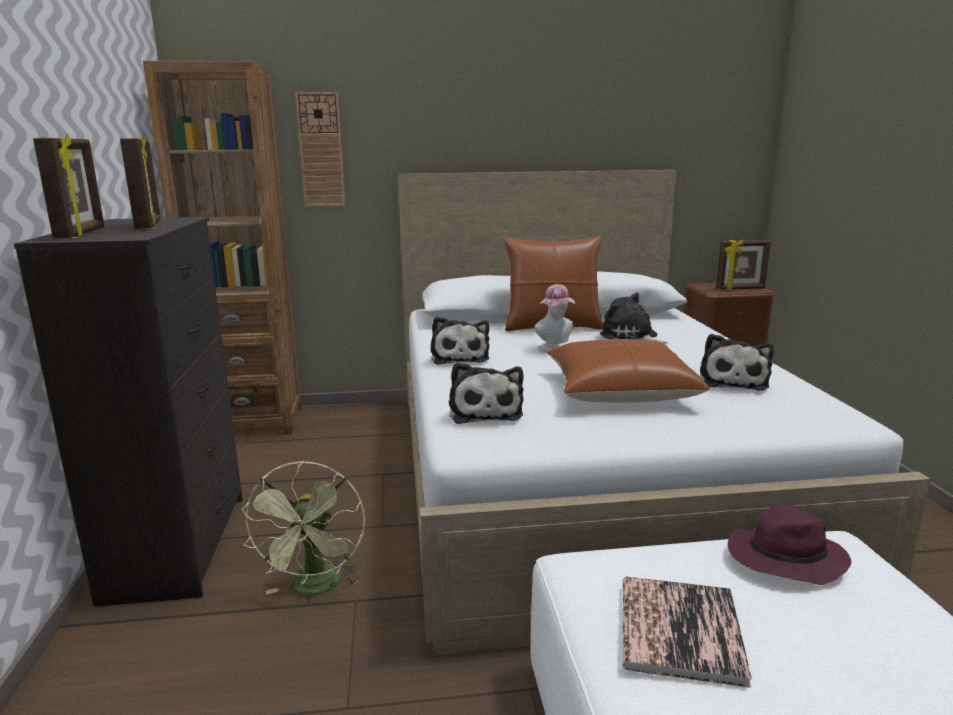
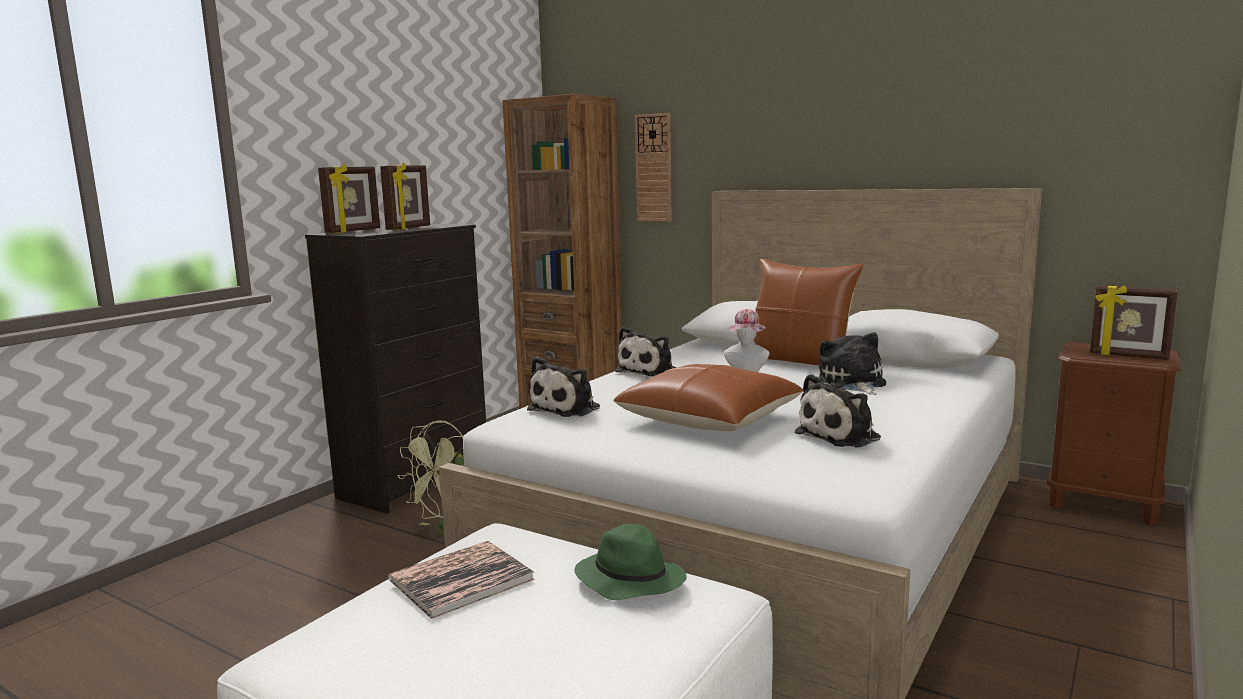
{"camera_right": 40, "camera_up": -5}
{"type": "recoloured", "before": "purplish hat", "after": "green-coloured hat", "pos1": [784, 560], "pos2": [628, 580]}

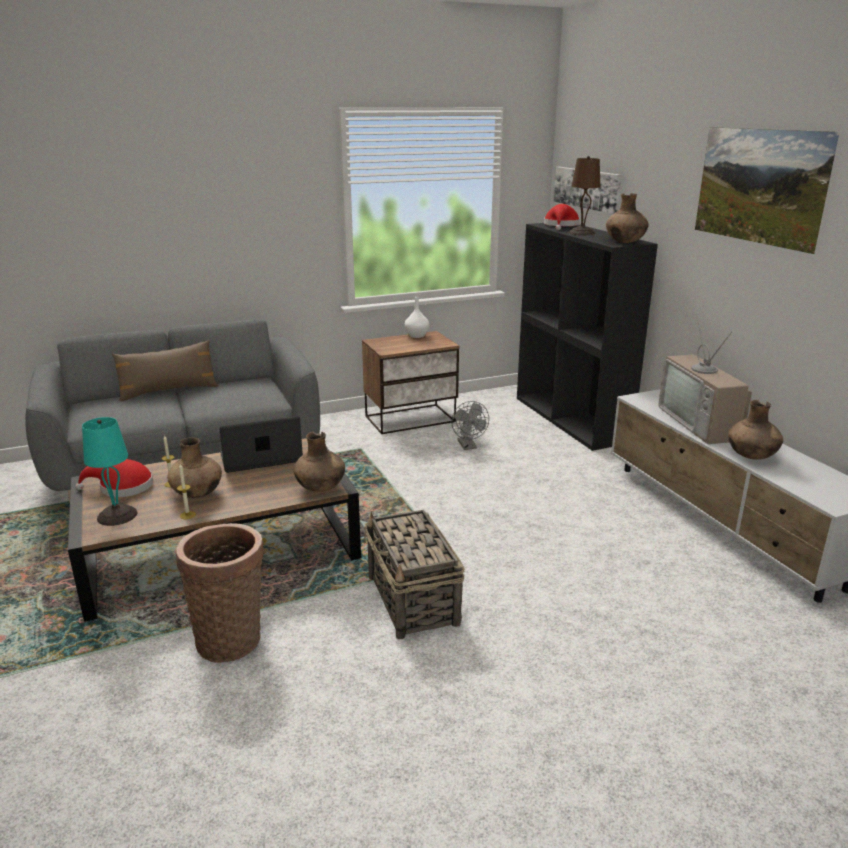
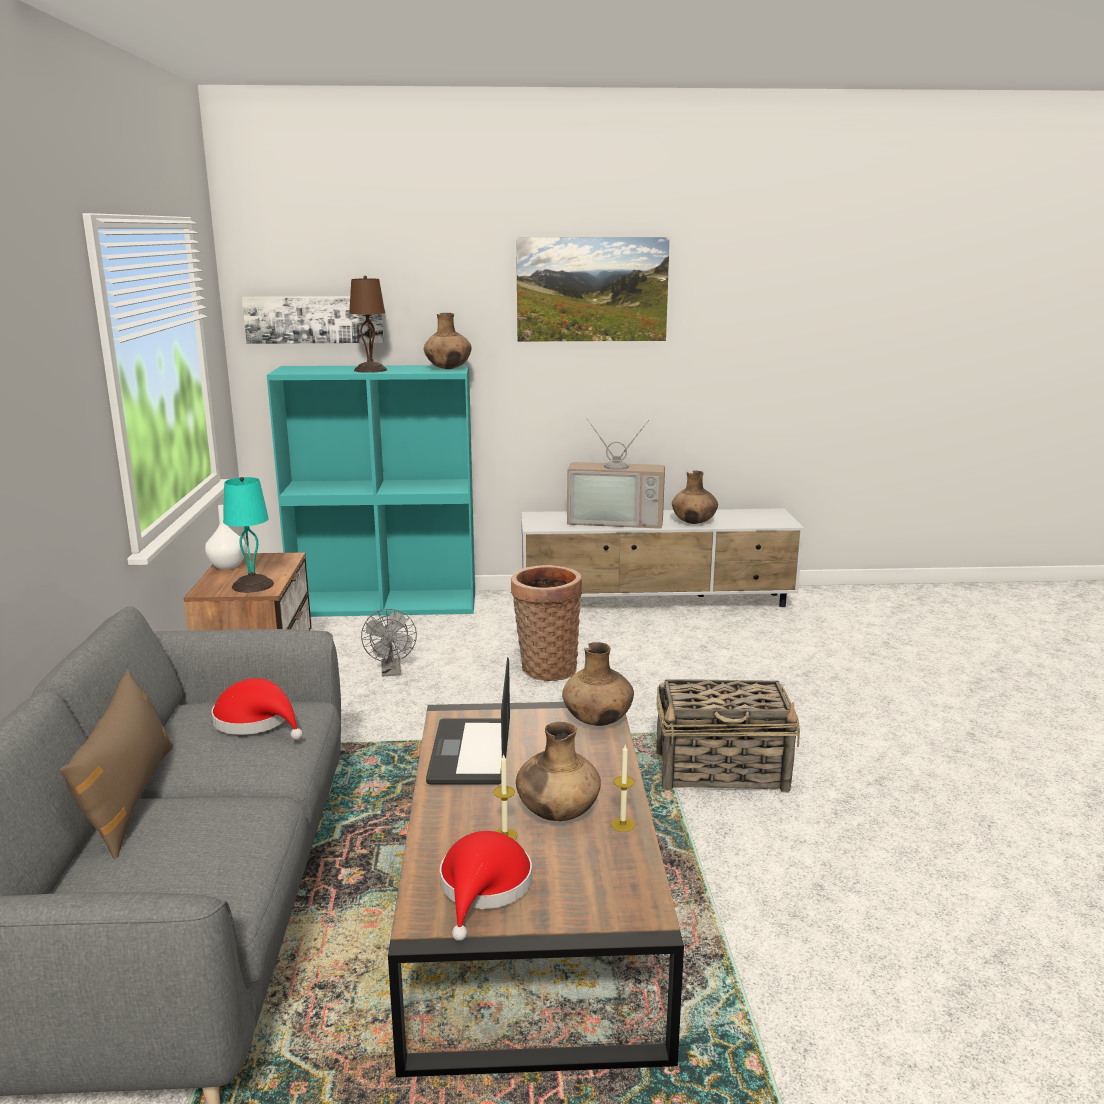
{"camera_right": -70, "camera_up": -5}
{"type": "moved", "before": "blue-green table lamp", "pos1": [118, 515], "pos2": [252, 585]}
{"type": "moved", "before": "household basket", "pos1": [231, 638], "pos2": [546, 668]}
{"type": "turned", "before": "grey electric fan", "pos1": [468, 446], "pos2": [391, 672], "turn": 75}
{"type": "recoloured", "before": "black-coloured bookshelf", "after": "blue-green bookshelf", "pos1": [572, 419], "pos2": [386, 604]}
{"type": "moved", "before": "red hat", "pos1": [561, 225], "pos2": [257, 721]}

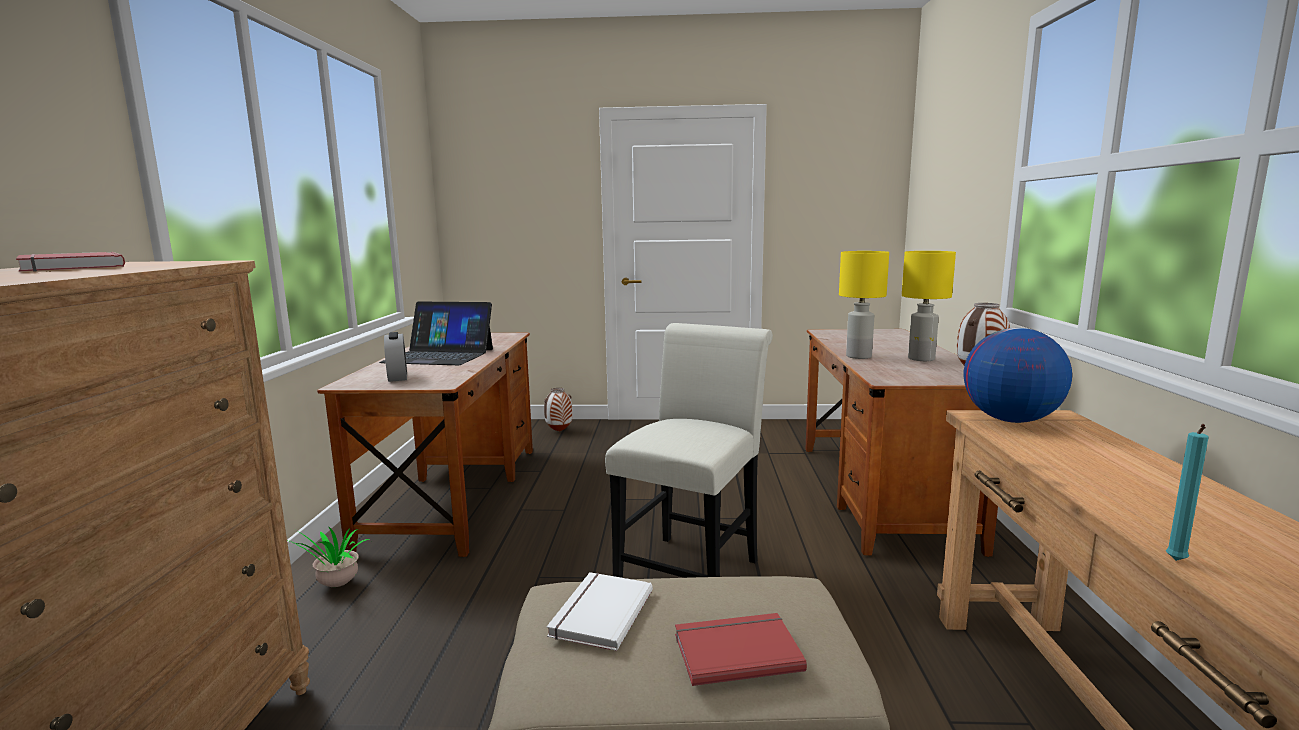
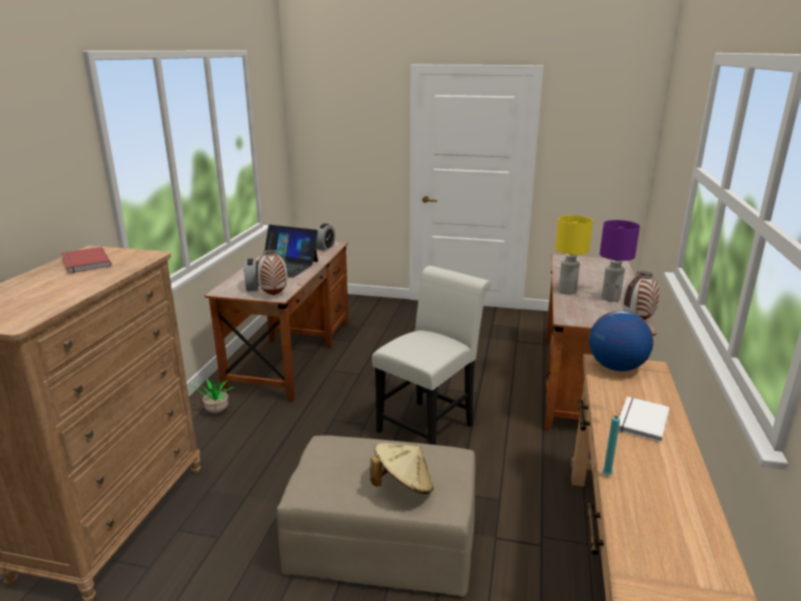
{"camera_right": 10, "camera_up": 10}
{"type": "moved", "before": "flower vase", "pos1": [559, 431], "pos2": [273, 295]}
{"type": "moved", "before": "whitish bound book", "pos1": [598, 613], "pos2": [640, 420]}
{"type": "replaced", "before": "red bound book", "after": "beige hat", "pos1": [735, 650], "pos2": [403, 485]}
{"type": "recoloured", "before": "yellowish table lamp", "after": "purplish table lamp", "pos1": [922, 359], "pos2": [611, 298]}
{"type": "added", "after": "bedside clock", "pos2": [325, 247]}

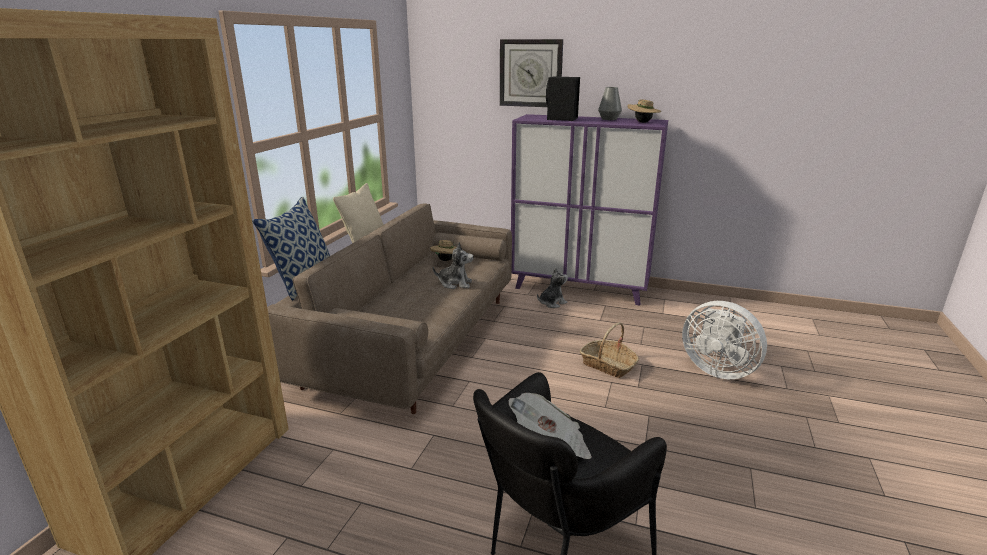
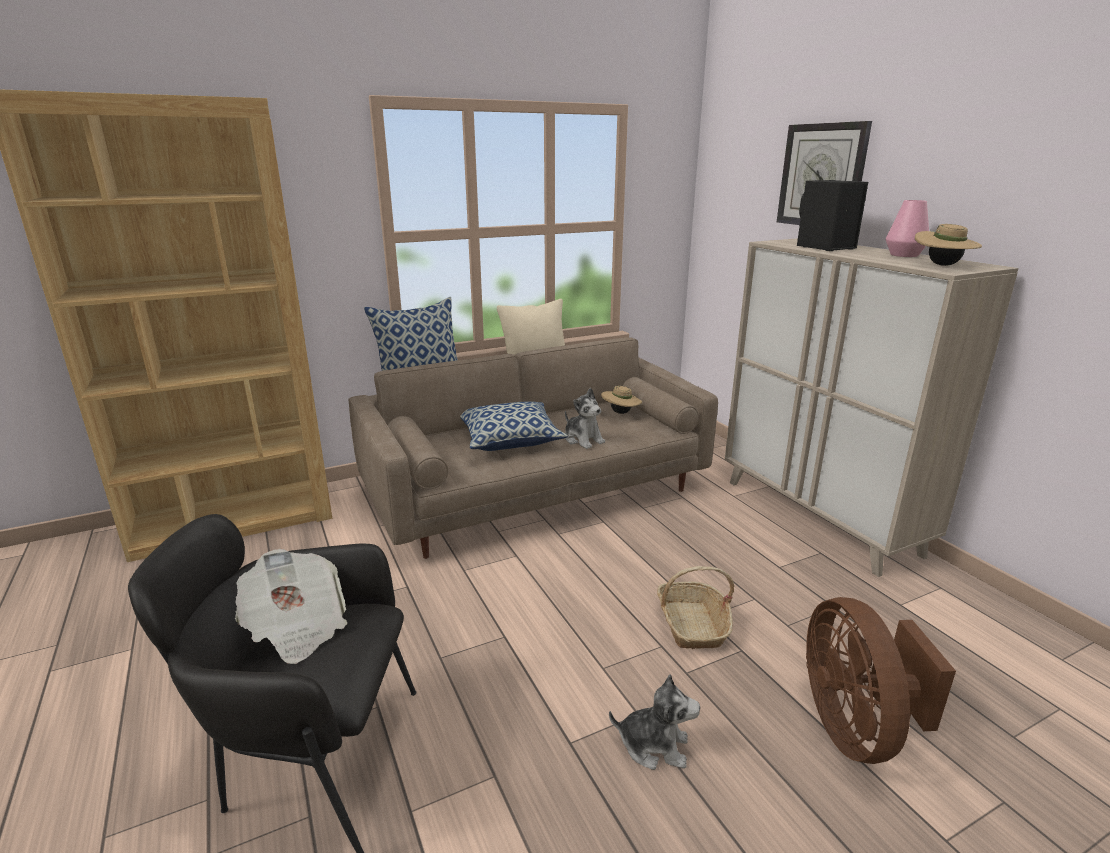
{"camera_right": 45, "camera_up": 0}
{"type": "recoloured", "before": "purplish storage cabinet", "after": "beige storage cabinet", "pos1": [580, 288], "pos2": [819, 517]}
{"type": "moved", "before": "cuddly toy", "pos1": [552, 303], "pos2": [654, 746]}
{"type": "recoloured", "before": "grey flower vase", "after": "pink flower vase", "pos1": [609, 119], "pos2": [904, 255]}
{"type": "recoloured", "before": "whitish electric fan", "after": "brown-coloured electric fan", "pos1": [717, 369], "pos2": [855, 728]}
{"type": "added", "after": "cushion", "pos2": [510, 440]}

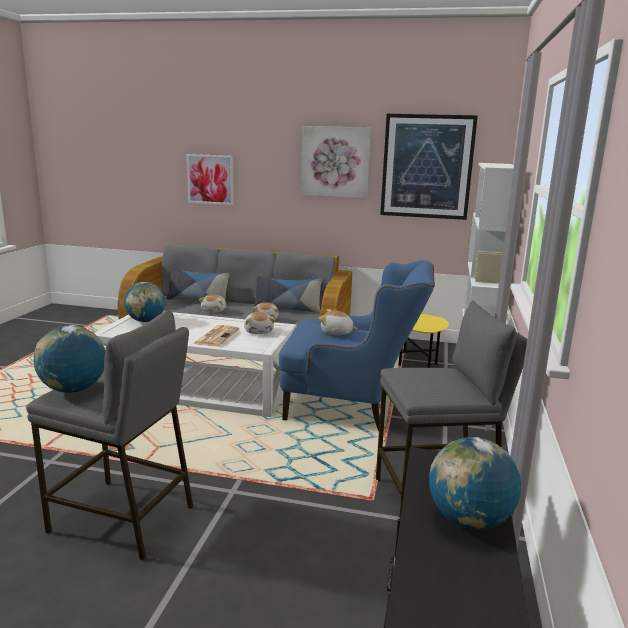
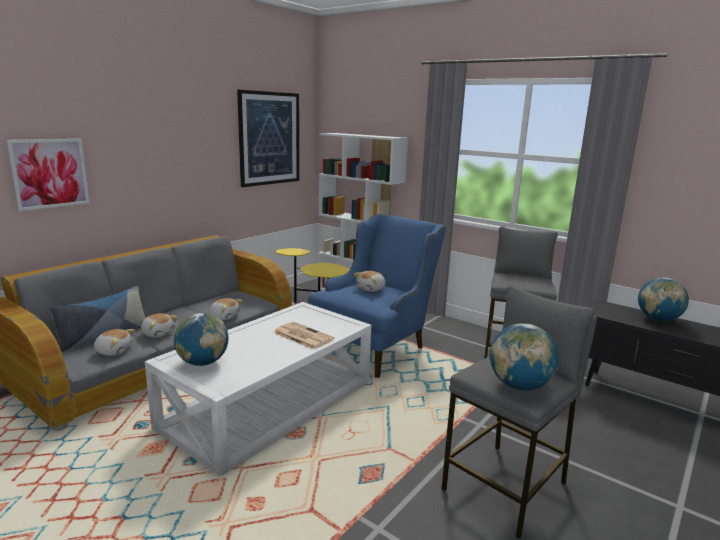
{"camera_right": -65, "camera_up": 0}
{"type": "moved", "before": "cuddly toy", "pos1": [259, 331], "pos2": [114, 351]}
{"type": "removed", "before": "cushion", "pos1": [287, 309]}
{"type": "removed", "before": "picture", "pos1": [335, 162]}

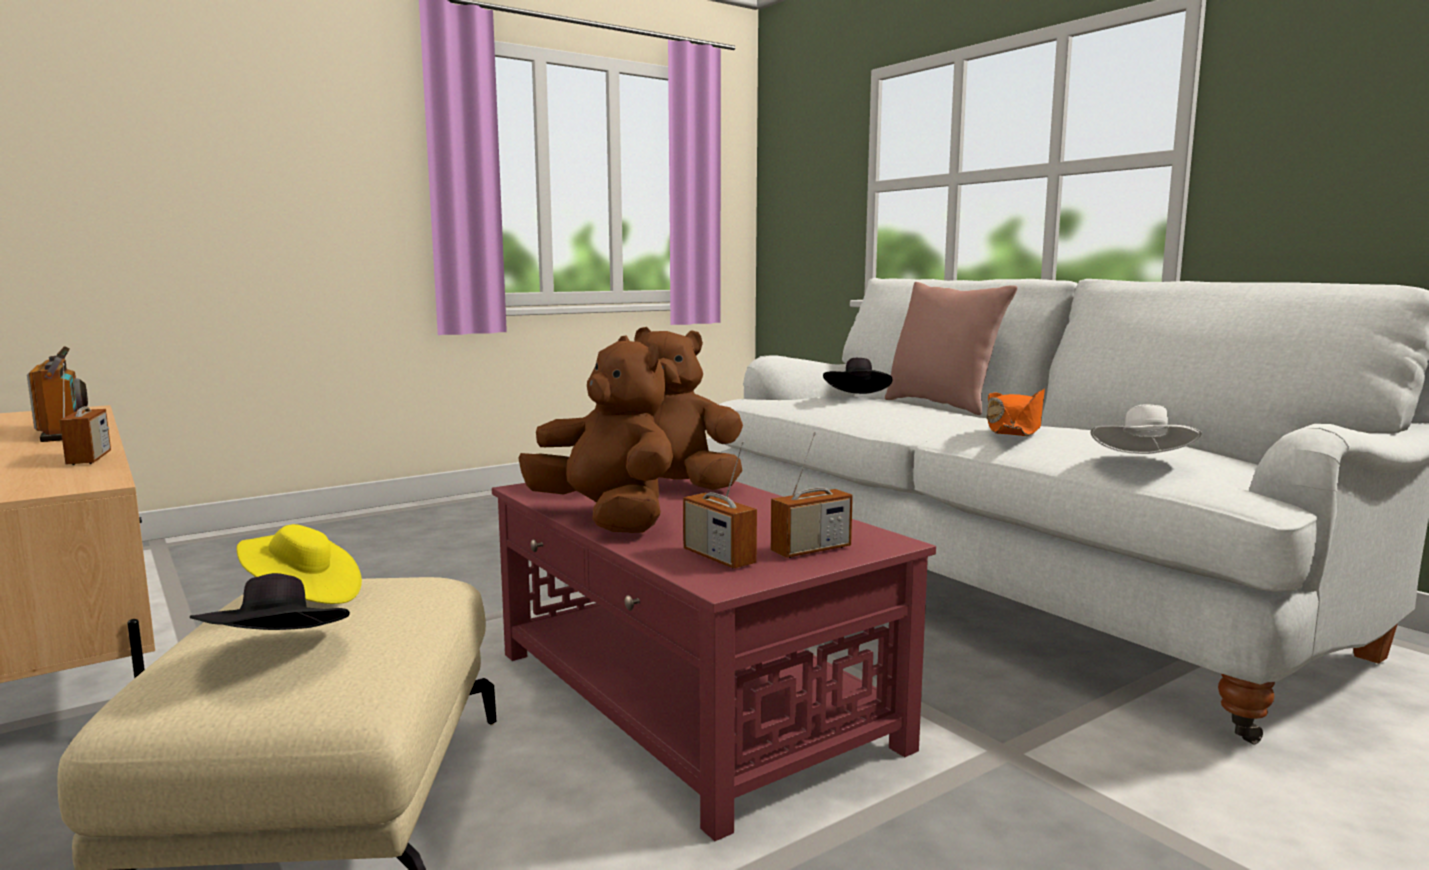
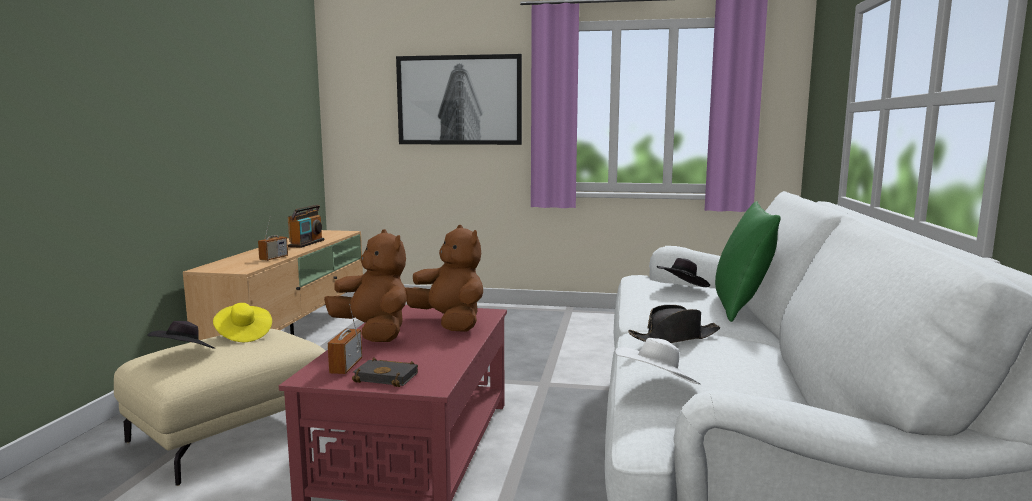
{"camera_right": 45, "camera_up": 0}
{"type": "turned", "before": "brown-coloured cuddly toy", "pos1": [607, 519], "pos2": [373, 333], "turn": -45}
{"type": "replaced", "before": "radio set", "after": "black-coloured bound book", "pos1": [811, 550], "pos2": [388, 377]}
{"type": "recoloured", "before": "pink cushion", "after": "green-coloured cushion", "pos1": [942, 405], "pos2": [741, 308]}
{"type": "recoloured", "before": "orange-coloured hat", "after": "black-coloured hat", "pos1": [1014, 429], "pos2": [675, 338]}
{"type": "added", "after": "picture", "pos2": [459, 100]}

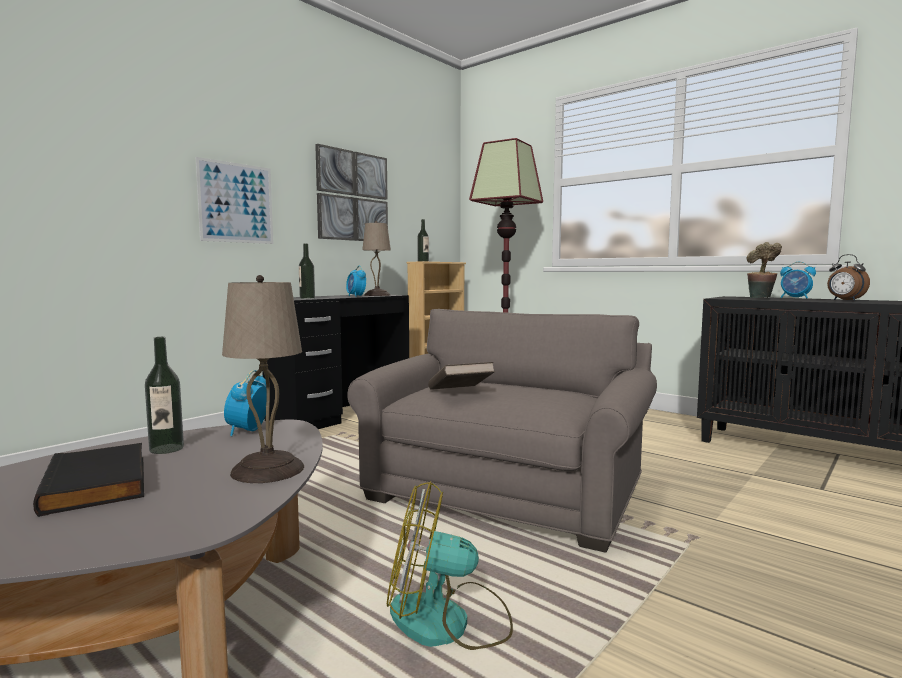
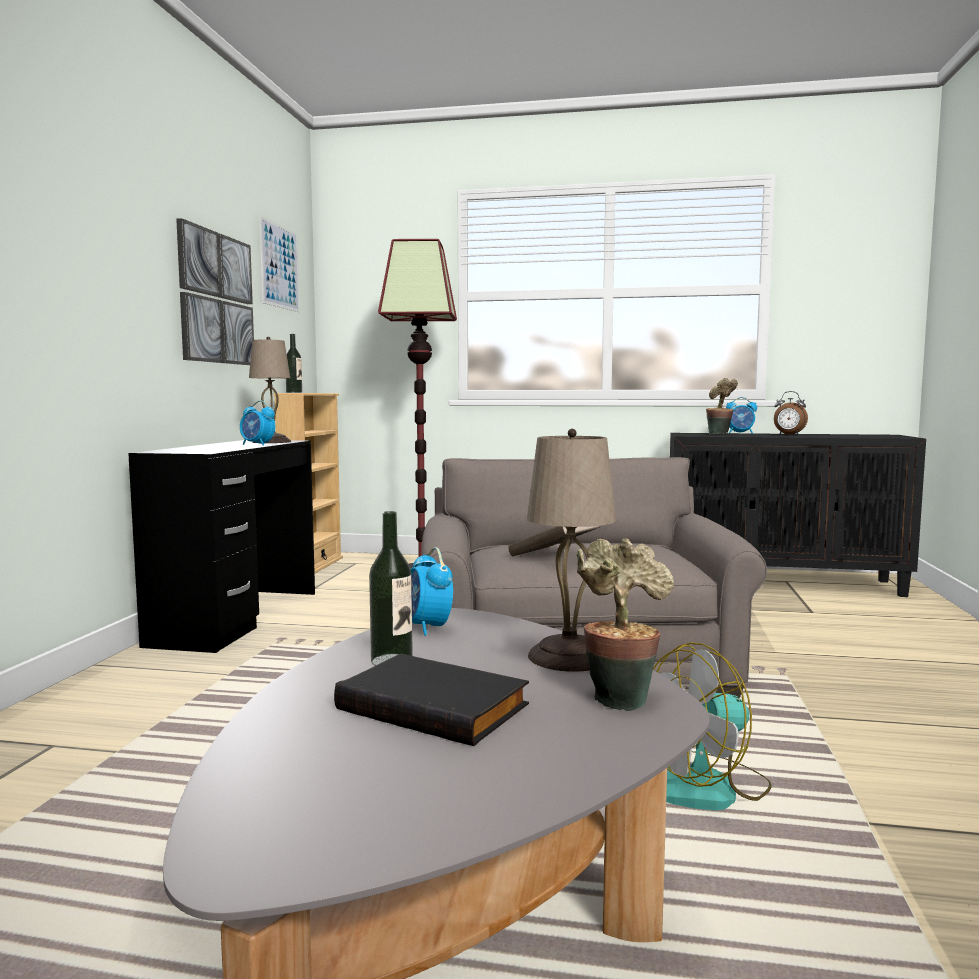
{"camera_right": -30, "camera_up": 0}
{"type": "moved", "before": "picture", "pos1": [236, 203], "pos2": [280, 266]}
{"type": "removed", "before": "beverage bottle", "pos1": [307, 298]}
{"type": "added", "after": "plant in a pot", "pos2": [619, 697]}

